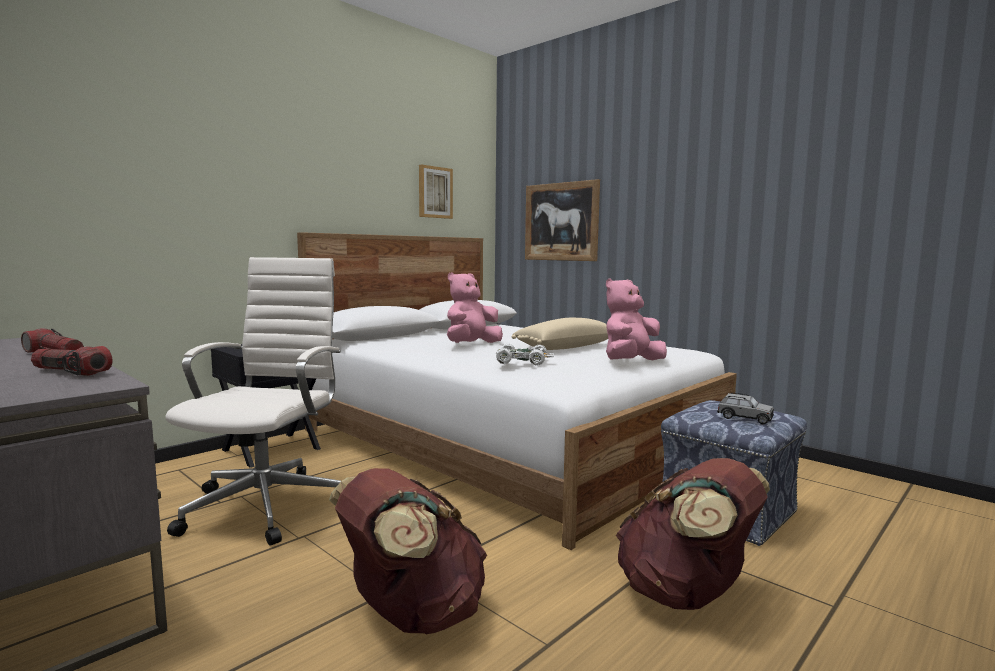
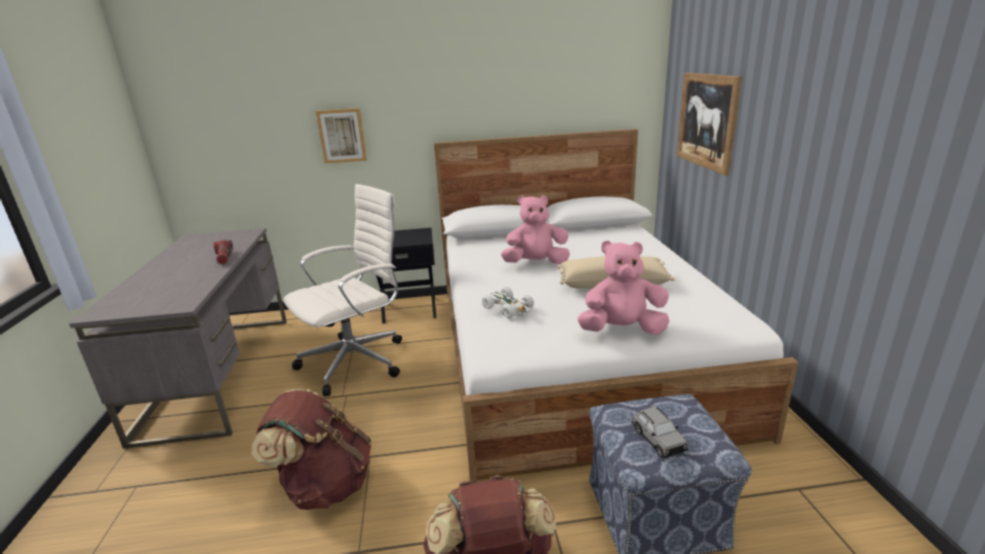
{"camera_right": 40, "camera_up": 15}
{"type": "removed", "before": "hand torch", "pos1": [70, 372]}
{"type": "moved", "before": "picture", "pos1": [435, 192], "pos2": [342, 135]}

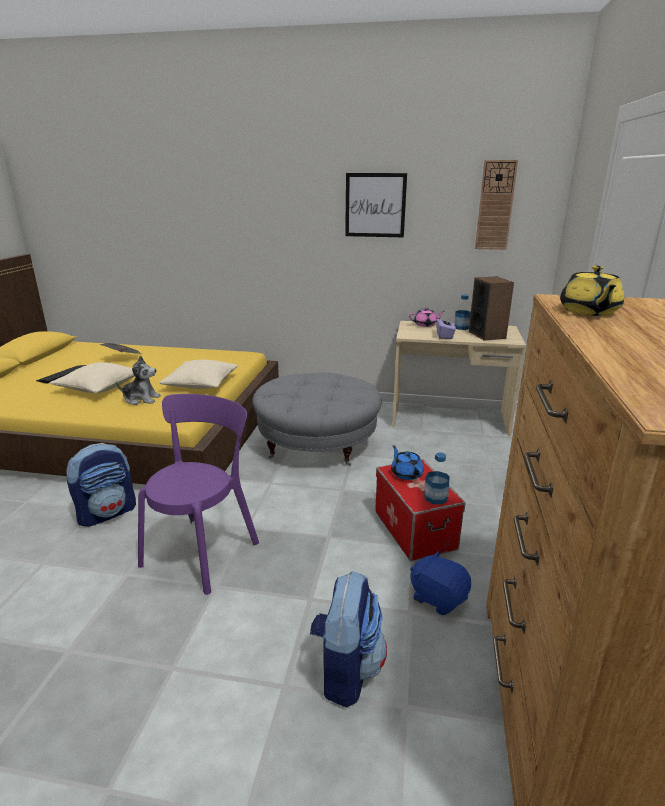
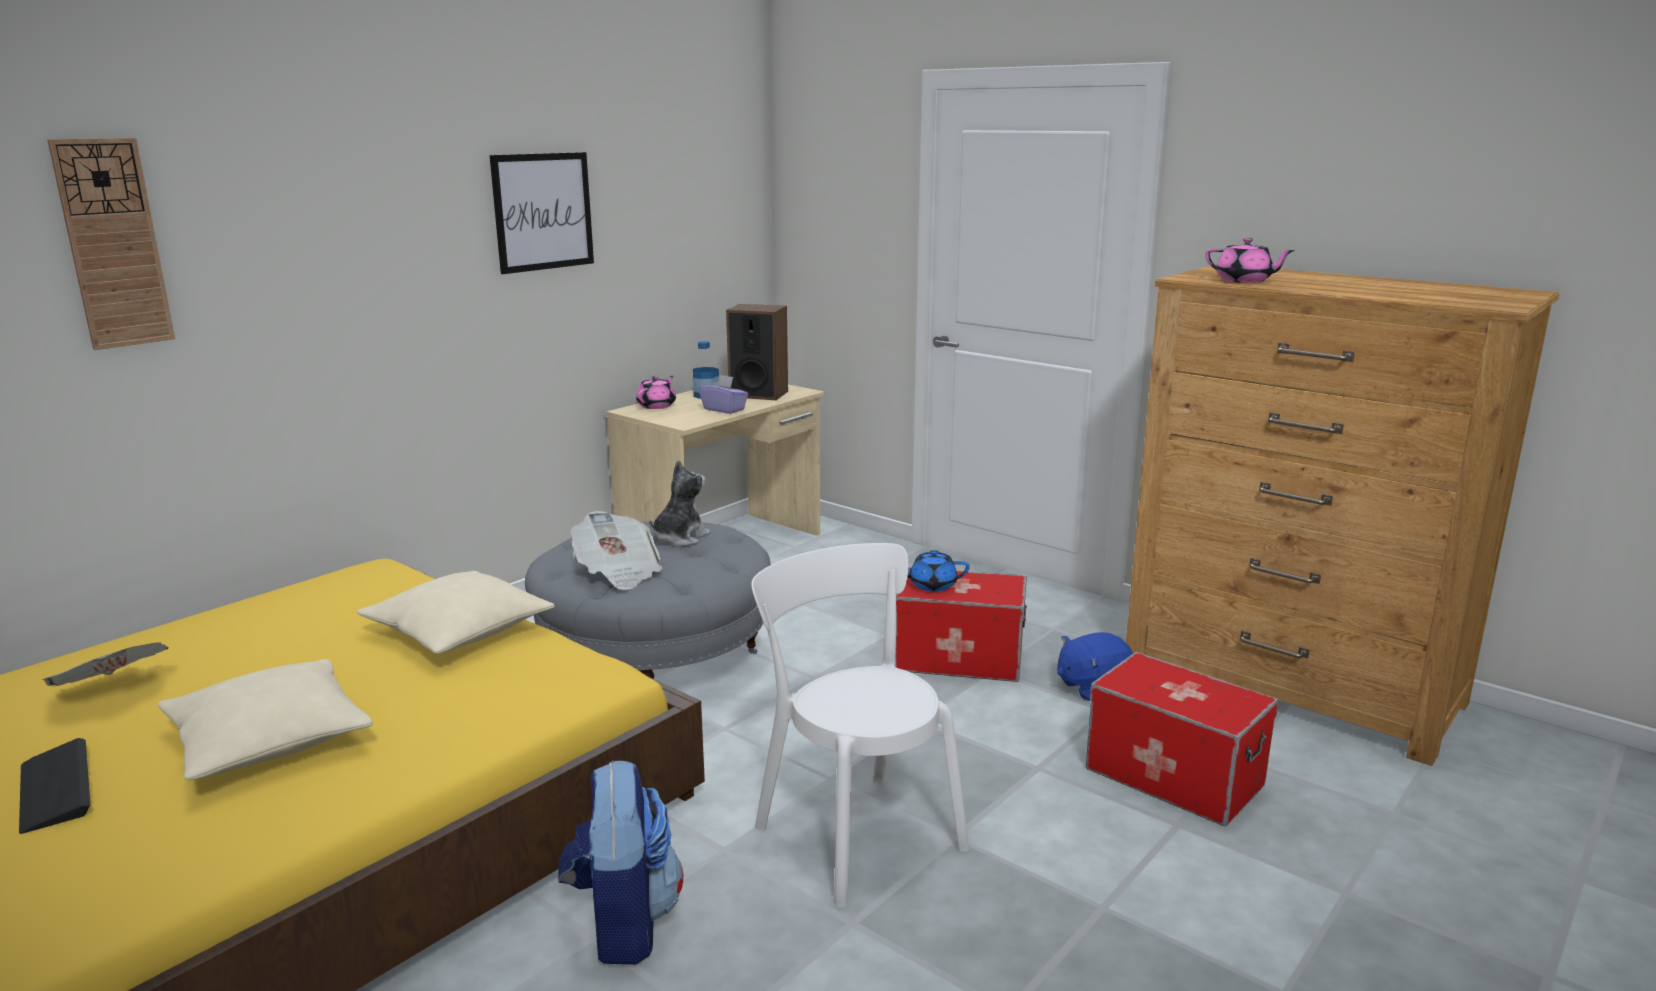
{"camera_right": -60, "camera_up": -5}
{"type": "moved", "before": "cuddly toy", "pos1": [141, 399], "pos2": [679, 538]}
{"type": "recoloured", "before": "purplish plain chair", "after": "whitish plain chair", "pos1": [203, 550], "pos2": [855, 831]}
{"type": "replaced", "before": "knapsack", "after": "storage bin", "pos1": [346, 670], "pos2": [1172, 777]}
{"type": "removed", "before": "beverage bottle", "pos1": [435, 497]}
{"type": "moved", "before": "clock on the wall", "pos1": [495, 205], "pos2": [113, 244]}
{"type": "recoloured", "before": "yellowish teapot", "after": "pink teapot", "pos1": [589, 312], "pos2": [1244, 281]}
{"type": "added", "after": "daily paper", "pos2": [618, 573]}

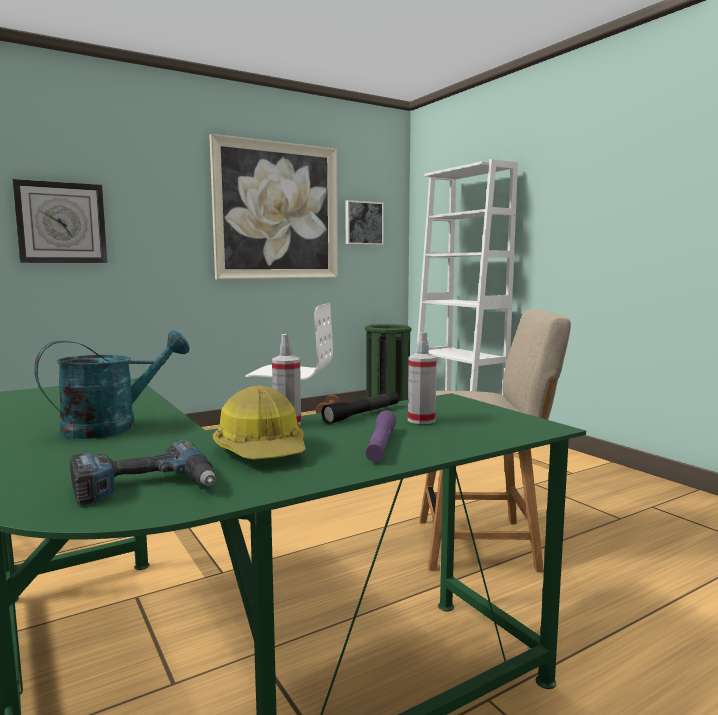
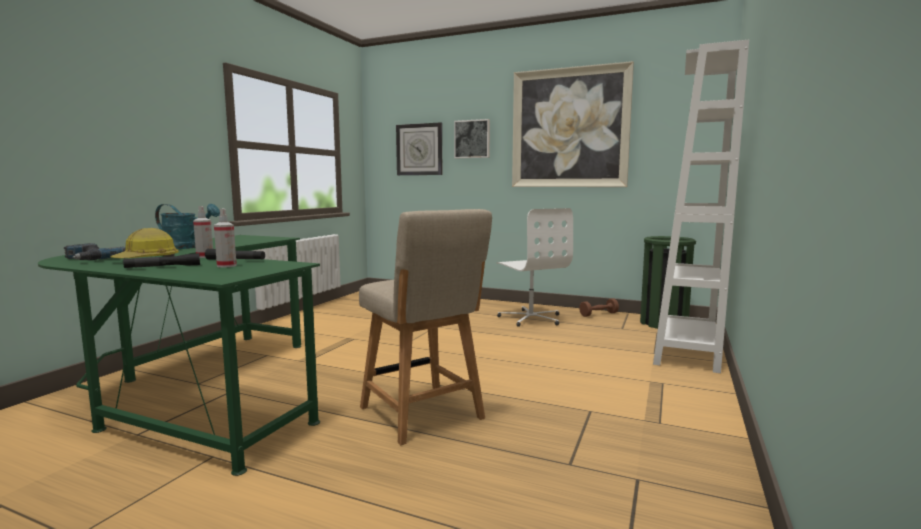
{"camera_right": 55, "camera_up": 0}
{"type": "moved", "before": "picture", "pos1": [363, 223], "pos2": [472, 139]}
{"type": "recoloured", "before": "purplish hand torch", "after": "black-coloured hand torch", "pos1": [381, 445], "pos2": [163, 267]}

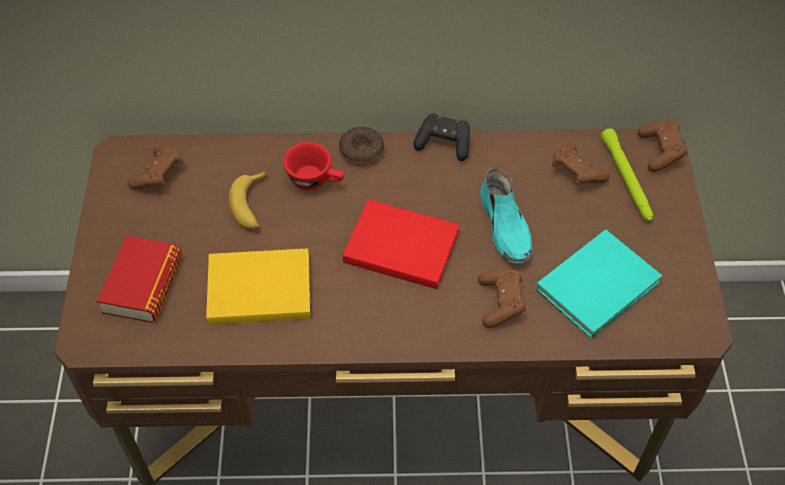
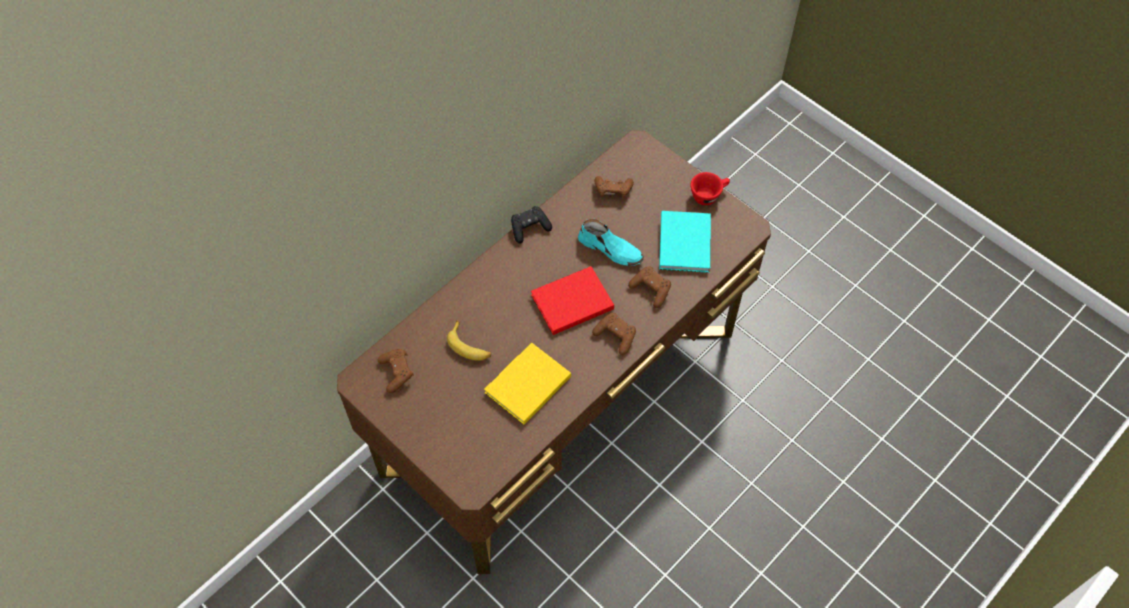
{"camera_right": -45, "camera_up": 5}
{"type": "removed", "before": "bound book", "pos1": [143, 284]}
{"type": "moved", "before": "red drinking cup", "pos1": [316, 180], "pos2": [708, 195]}
{"type": "removed", "before": "doughnut", "pos1": [361, 150]}
{"type": "removed", "before": "green-coloured hand torch", "pos1": [626, 180]}
{"type": "moved", "before": "brown-coloured gamepad", "pos1": [660, 152], "pos2": [615, 336]}

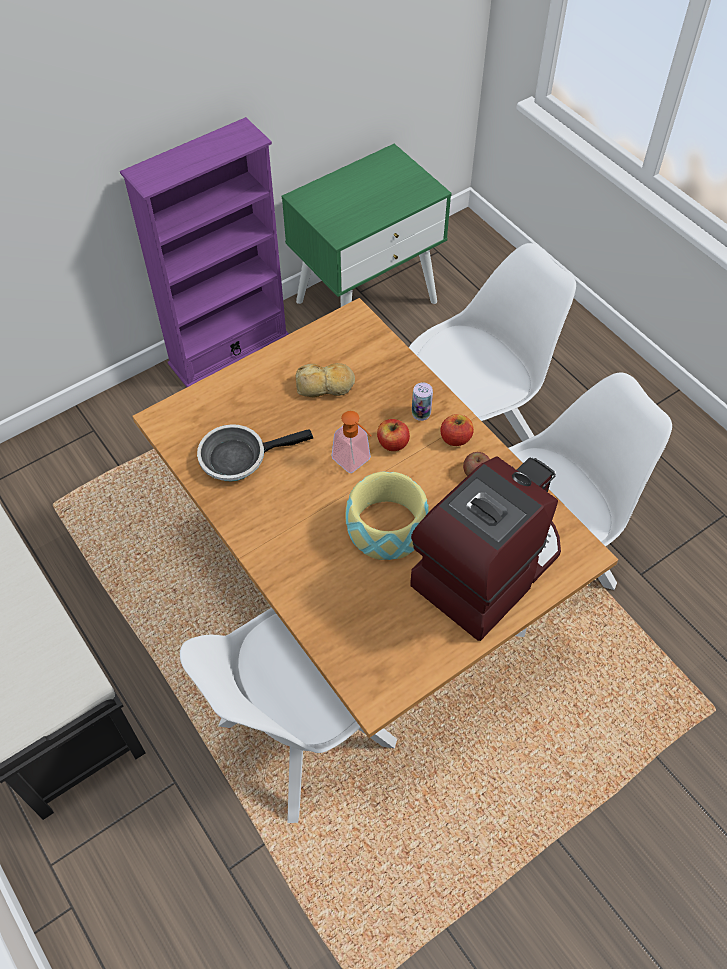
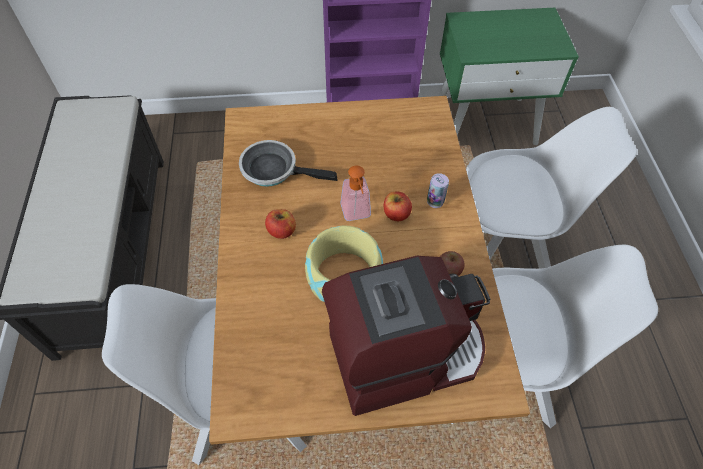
{"camera_right": 30, "camera_up": 0}
{"type": "removed", "before": "baked bread", "pos1": [325, 386]}
{"type": "moved", "before": "whole apple", "pos1": [455, 438], "pos2": [281, 231]}

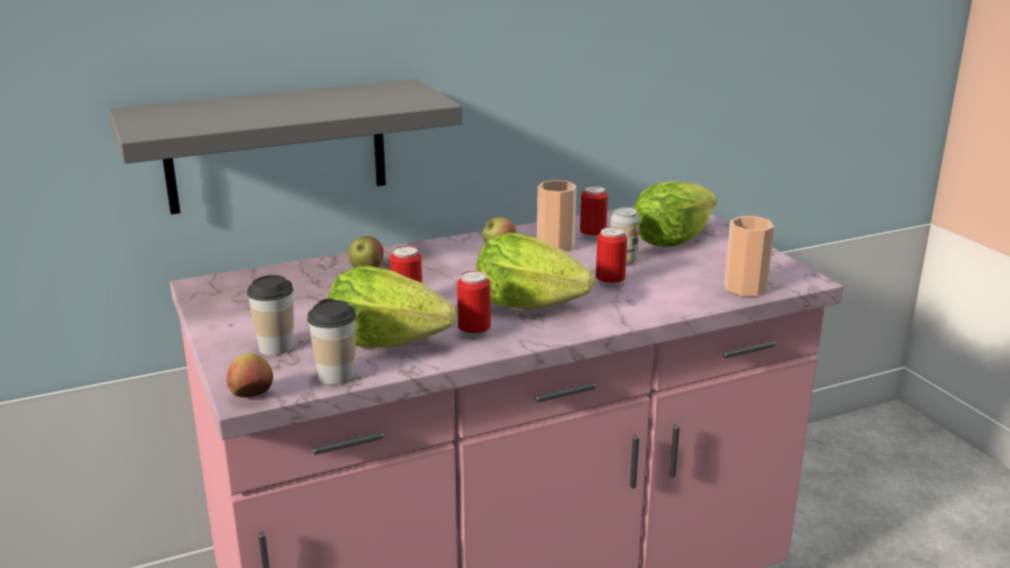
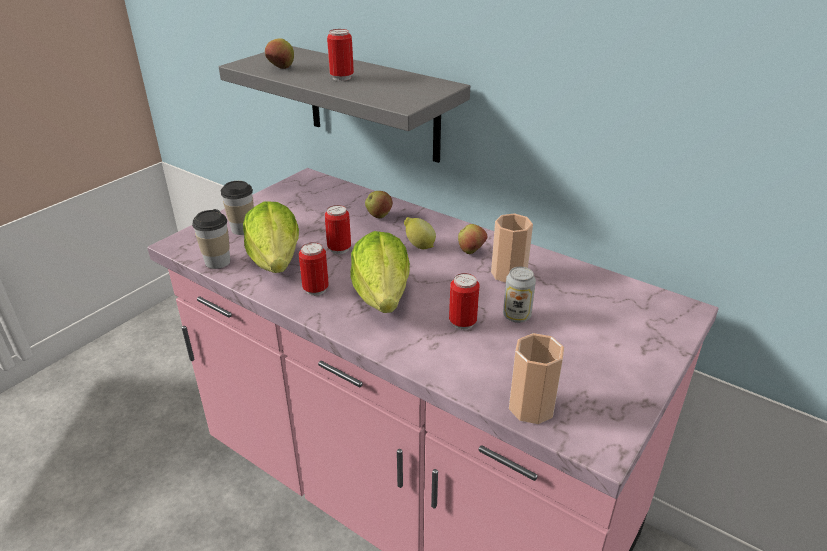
{"camera_right": 60, "camera_up": 10}
{"type": "moved", "before": "whole apple", "pos1": [252, 396], "pos2": [281, 68]}
{"type": "moved", "before": "sealed can", "pos1": [592, 236], "pos2": [341, 78]}
{"type": "removed", "before": "head of lettuce", "pos1": [671, 240]}
{"type": "added", "after": "citrus fruit", "pos2": [419, 246]}

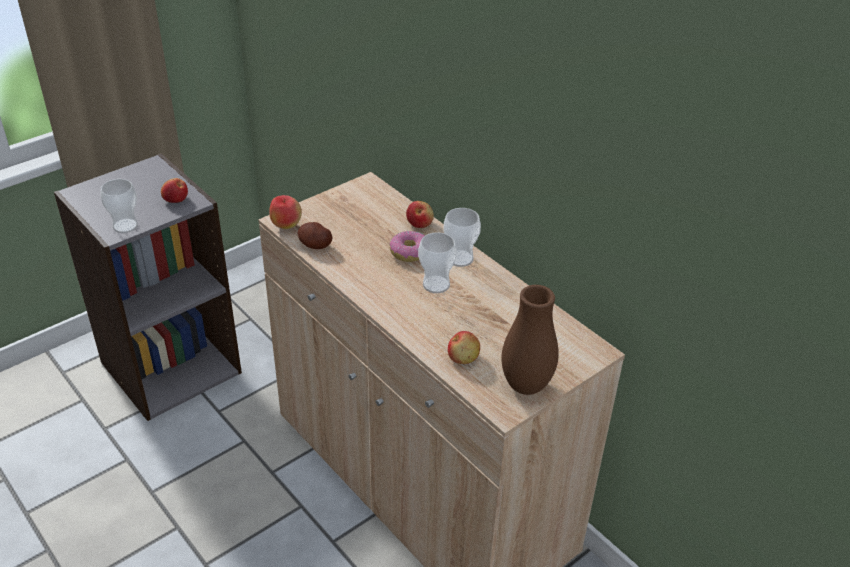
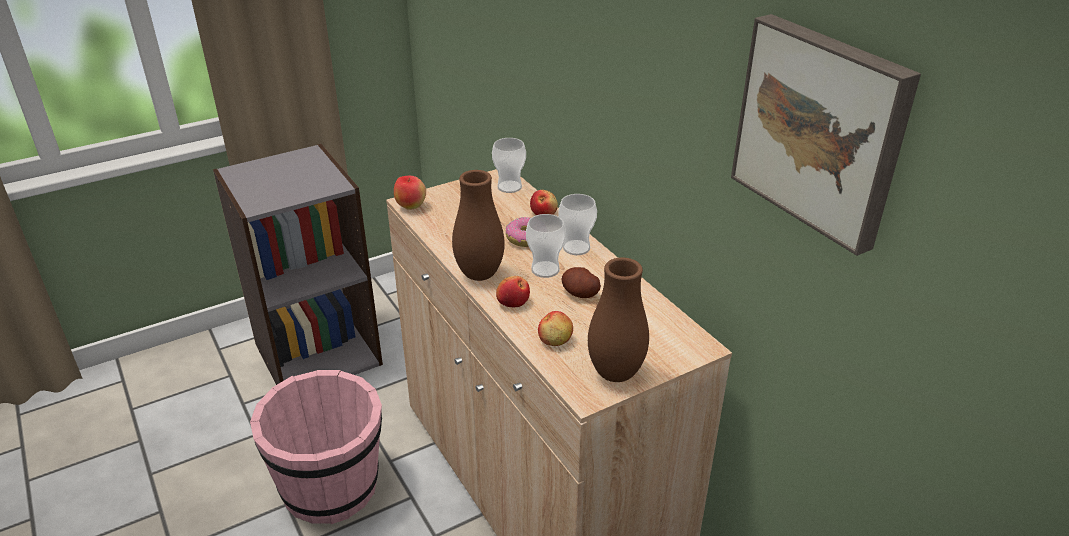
{"camera_right": 10, "camera_up": -5}
{"type": "moved", "before": "drinking cup", "pos1": [125, 226], "pos2": [509, 187]}
{"type": "moved", "before": "whole apple", "pos1": [175, 199], "pos2": [513, 302]}
{"type": "moved", "before": "spud", "pos1": [315, 245], "pos2": [580, 293]}
{"type": "added", "after": "pink water bucket", "pos2": [331, 488]}
{"type": "added", "after": "brown-coloured flower vase", "pos2": [479, 274]}
{"type": "added", "after": "picture", "pos2": [821, 129]}

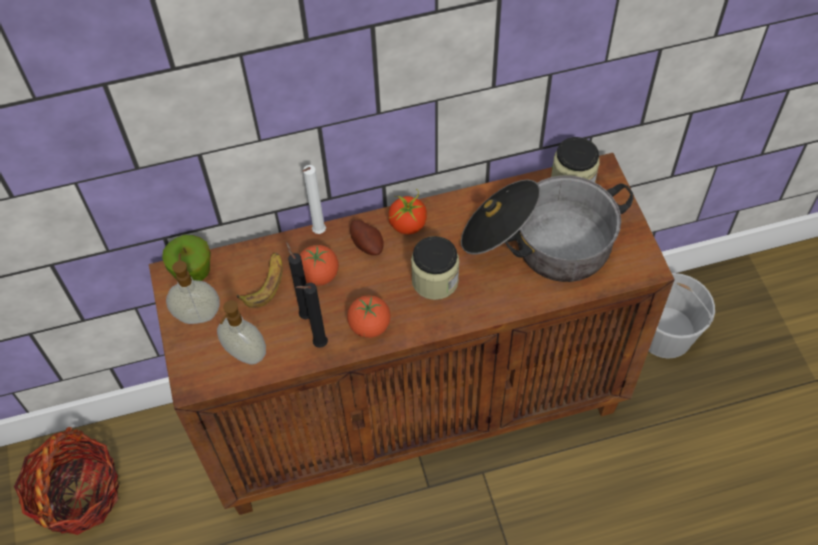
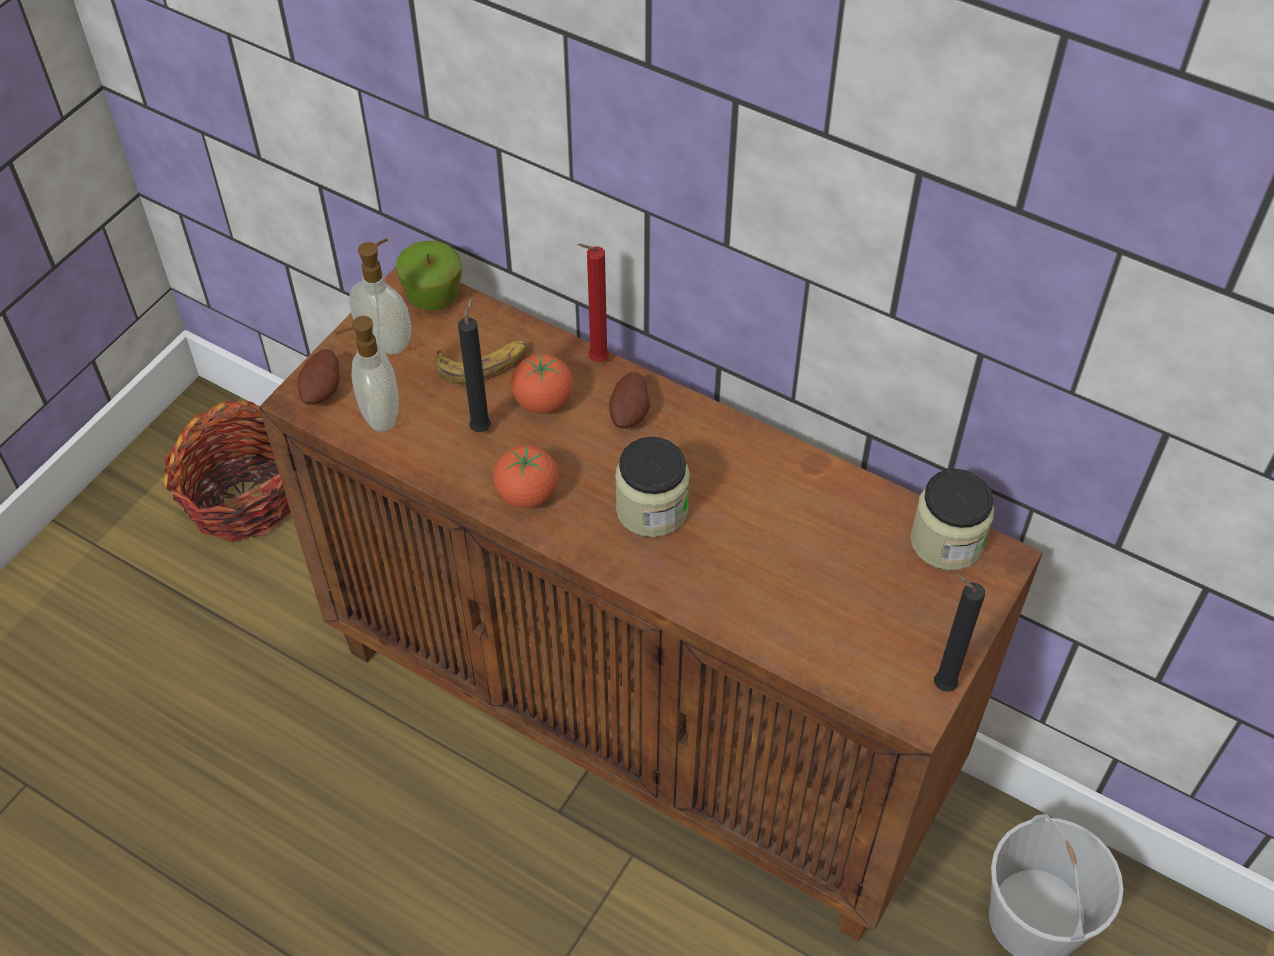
{"camera_right": 45, "camera_up": -5}
{"type": "moved", "before": "black-coloured candle", "pos1": [318, 345], "pos2": [940, 685]}
{"type": "recoloured", "before": "whitish candle", "after": "red candle", "pos1": [318, 233], "pos2": [595, 360]}
{"type": "removed", "before": "fresh tomato", "pos1": [408, 224]}
{"type": "removed", "before": "stockpot", "pos1": [539, 243]}
{"type": "added", "after": "spud", "pos2": [323, 390]}

